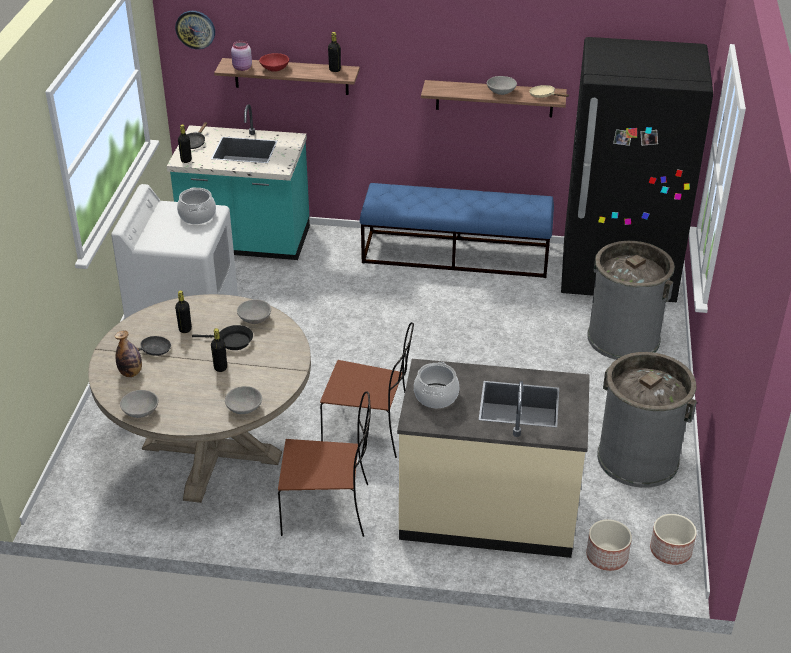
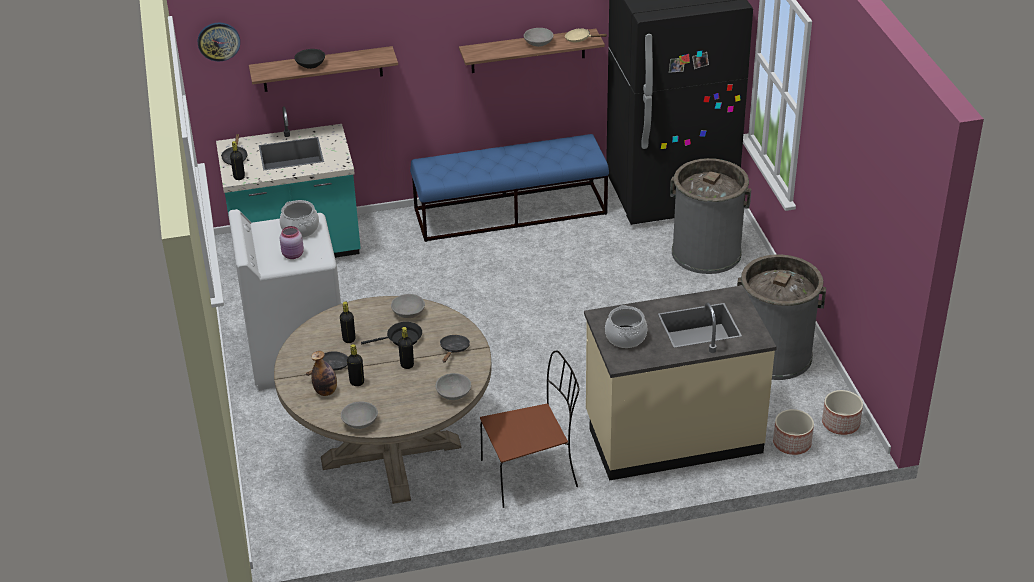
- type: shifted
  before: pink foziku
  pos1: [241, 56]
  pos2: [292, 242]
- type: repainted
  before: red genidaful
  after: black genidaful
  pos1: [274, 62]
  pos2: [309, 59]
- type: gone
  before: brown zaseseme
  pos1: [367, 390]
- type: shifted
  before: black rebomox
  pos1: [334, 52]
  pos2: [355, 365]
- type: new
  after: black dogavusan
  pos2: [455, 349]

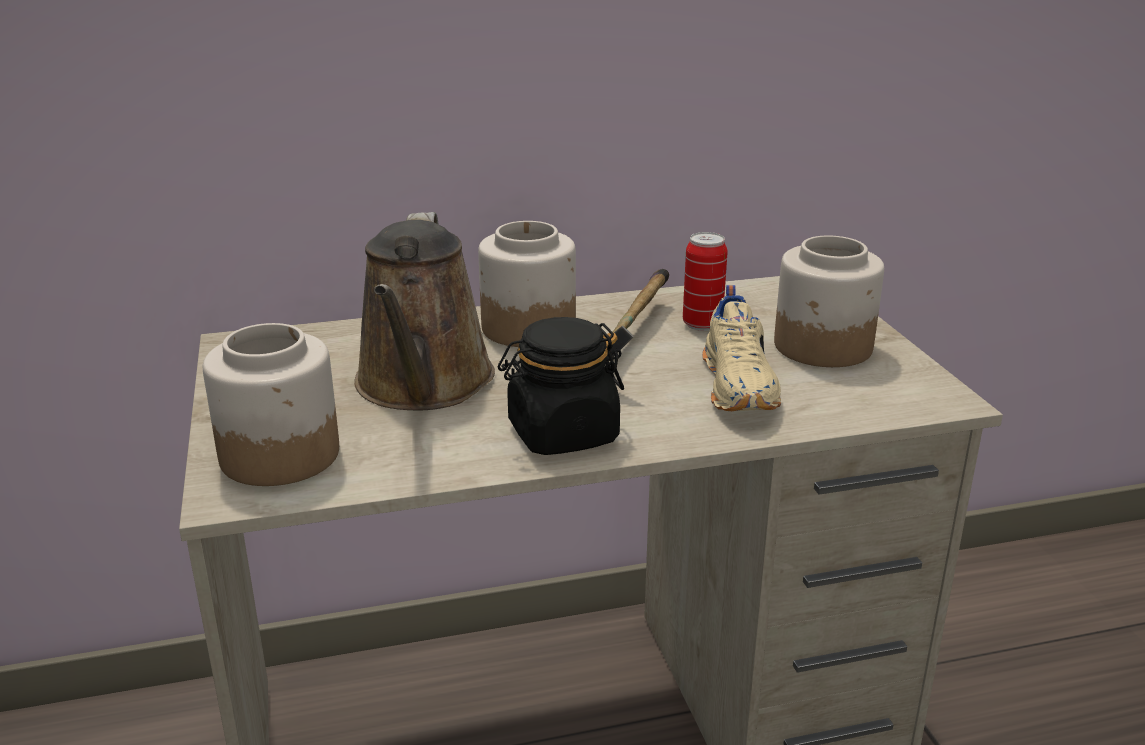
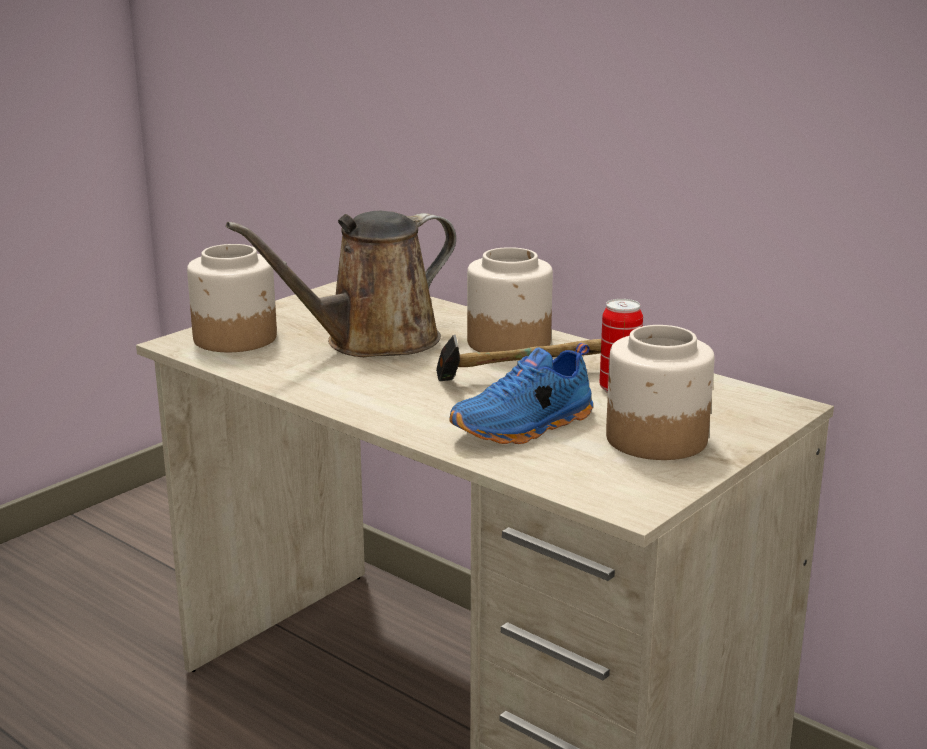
- type: gone
  before: black foziku
  pos1: [561, 386]
- type: repainted
  before: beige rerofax
  after: blue rerofax
  pos1: [741, 348]
  pos2: [521, 393]

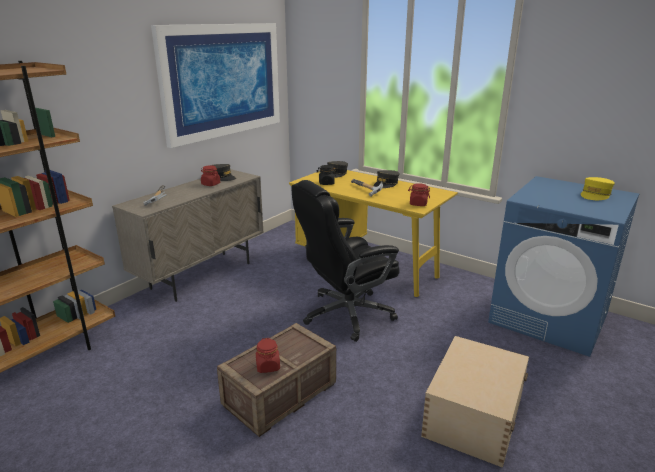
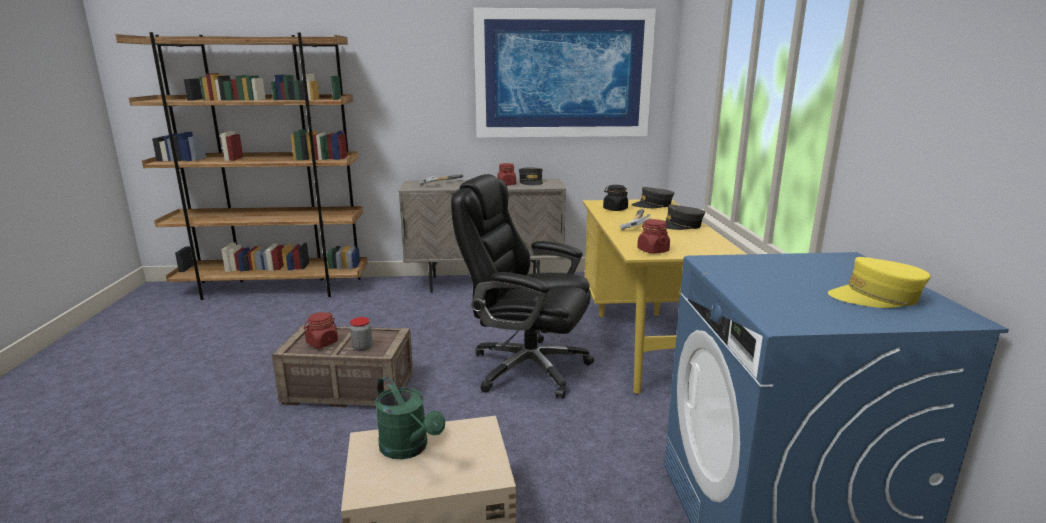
- type: new
  after: foziku
  pos2: [361, 334]
- type: new
  after: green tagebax
  pos2: [410, 417]

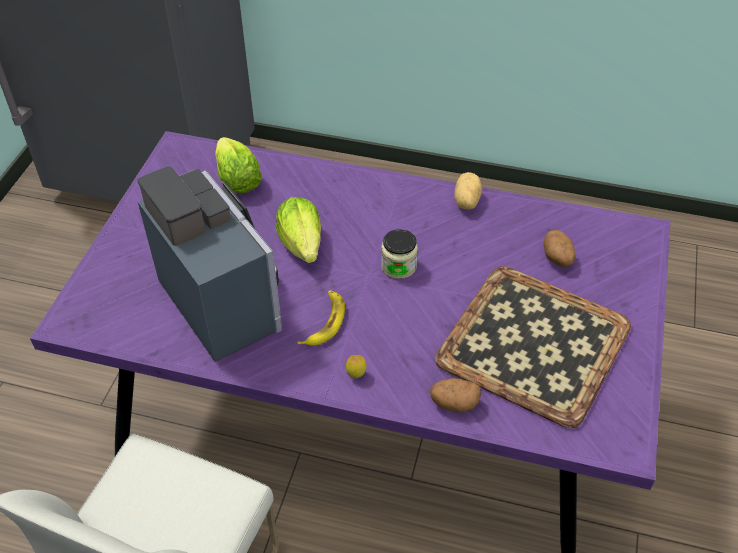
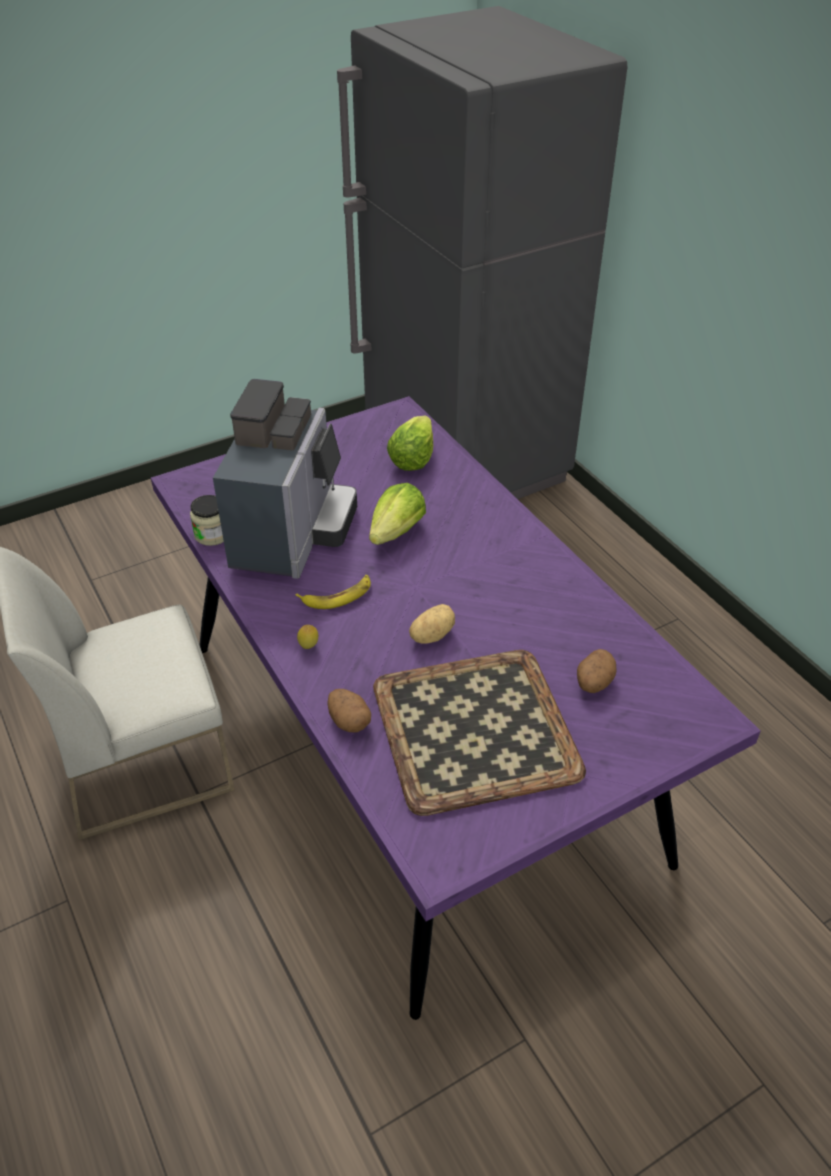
- type: shifted
  before: foziku
  pos1: [399, 254]
  pos2: [207, 520]
- type: shifted
  before: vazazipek
  pos1: [468, 191]
  pos2: [432, 624]

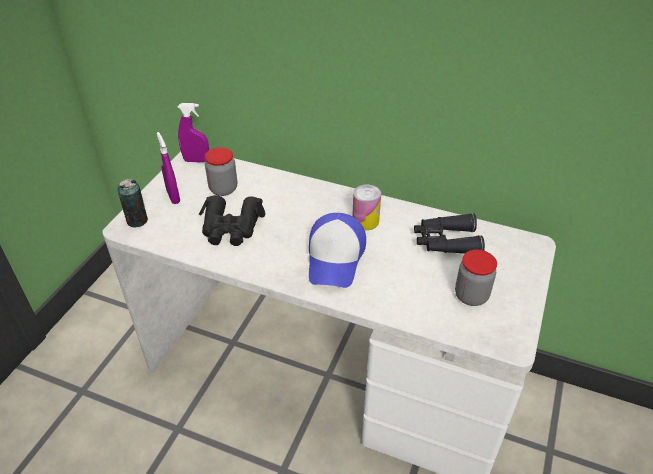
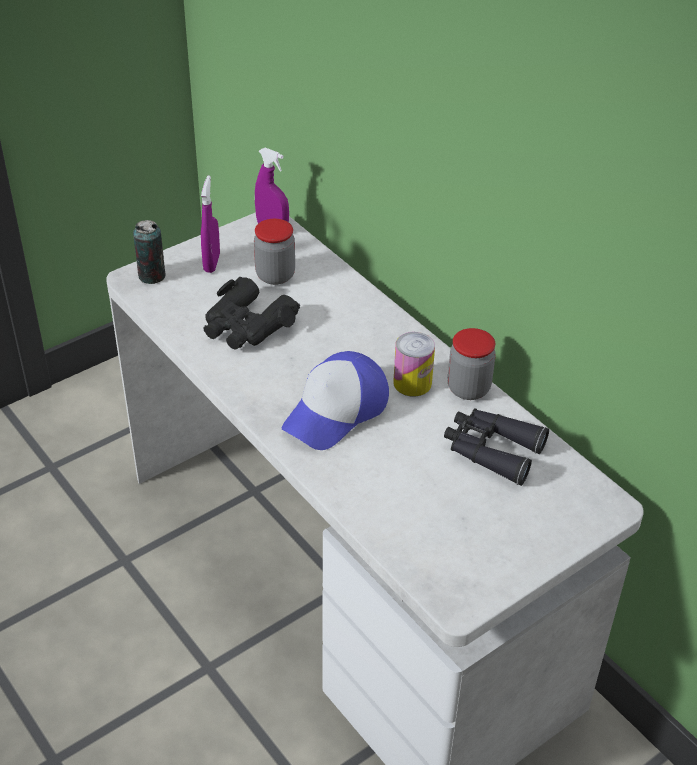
- type: shifted
  before: foziku
  pos1: [476, 278]
  pos2: [472, 364]

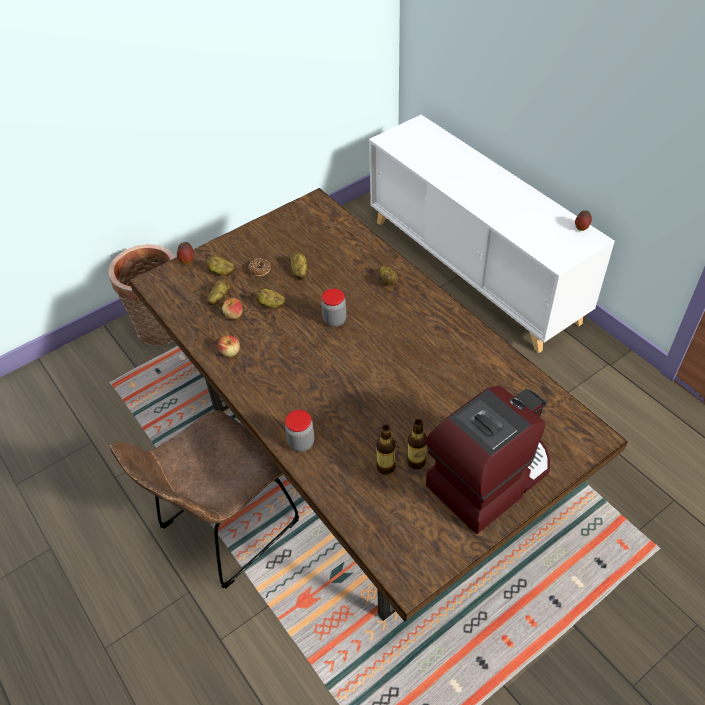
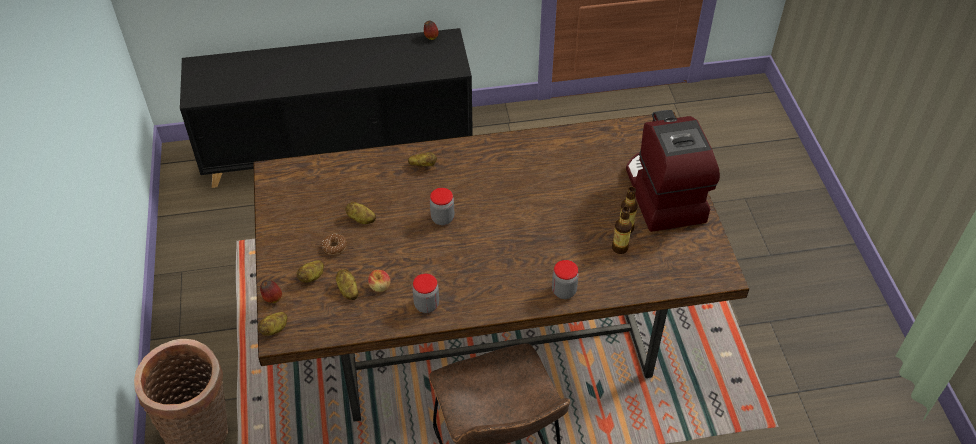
- type: swapped
  before: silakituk
  after: foziku
  pos1: [229, 346]
  pos2: [425, 293]
- type: shifted
  before: vazazipek
  pos1: [270, 298]
  pos2: [272, 324]
- type: repainted
  before: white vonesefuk
  after: black vonesefuk
  pos1: [492, 234]
  pos2: [326, 108]

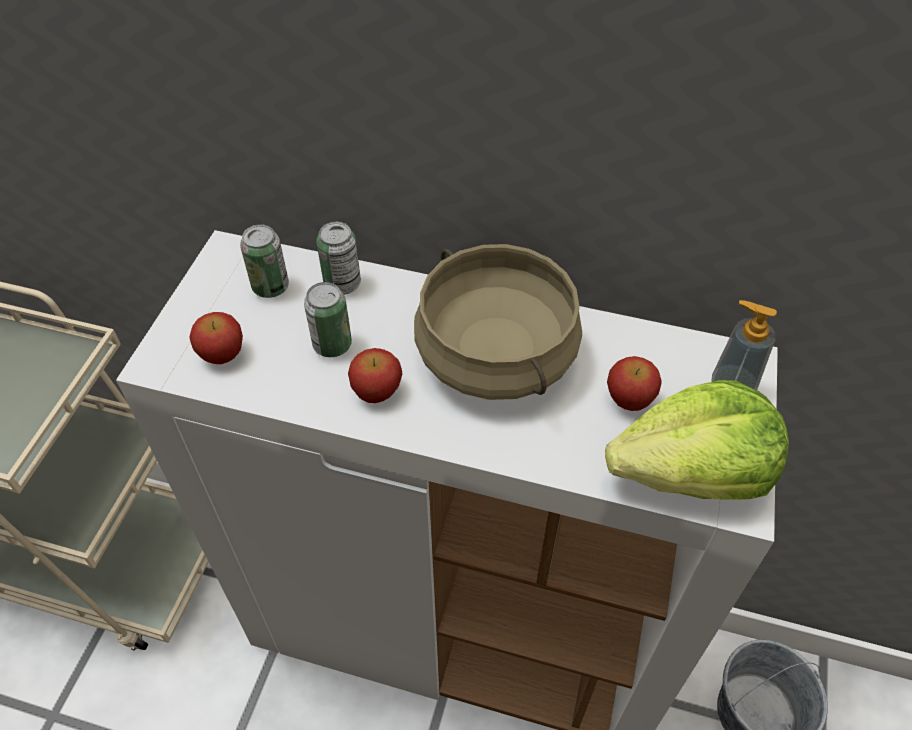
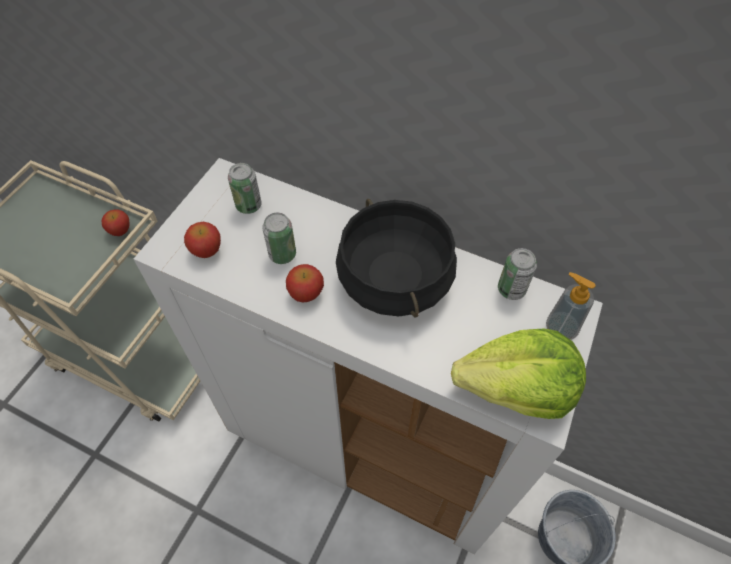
- type: shifted
  before: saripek
  pos1: [338, 258]
  pos2: [517, 274]
- type: repainted
  before: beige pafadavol
  after: black pafadavol
  pos1: [498, 322]
  pos2: [396, 258]
- type: shifted
  before: silakituk
  pos1: [634, 383]
  pos2: [115, 223]

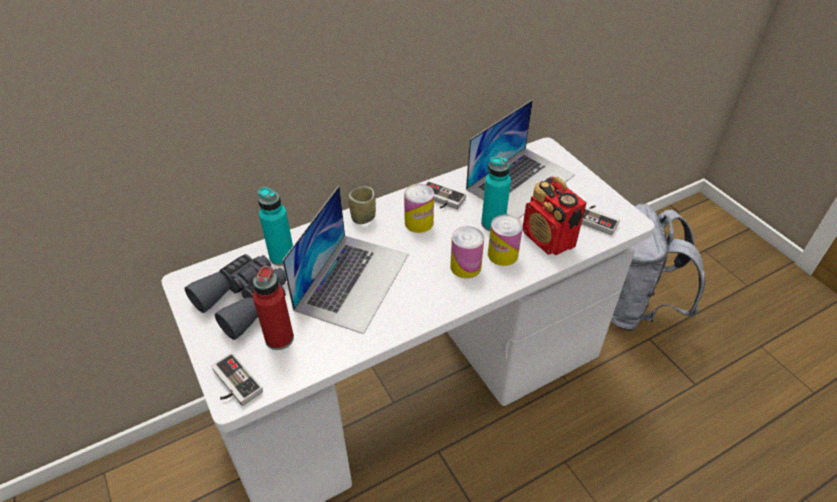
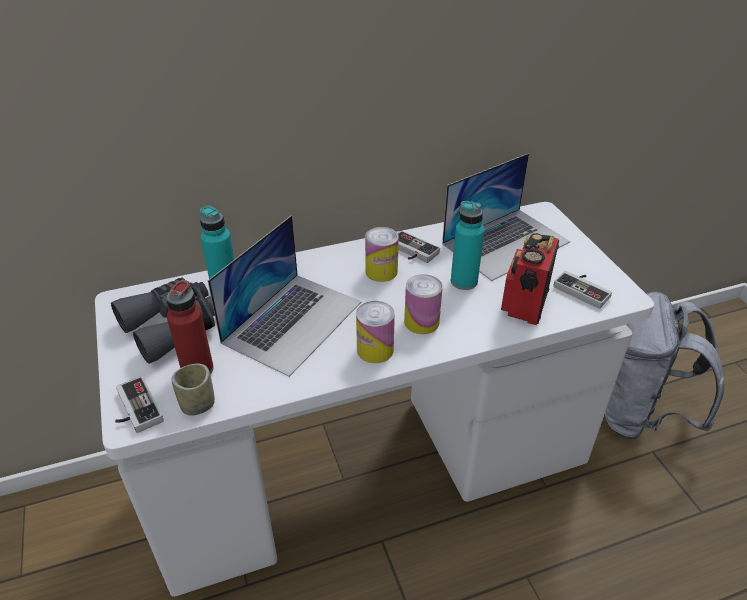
- type: shifted
  before: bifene
  pos1: [362, 205]
  pos2: [193, 389]
- type: shifted
  before: saripek
  pos1: [505, 240]
  pos2: [375, 332]
- type: rotated
  before: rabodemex
  pos1: [555, 215]
  pos2: [530, 279]
  turn: 45

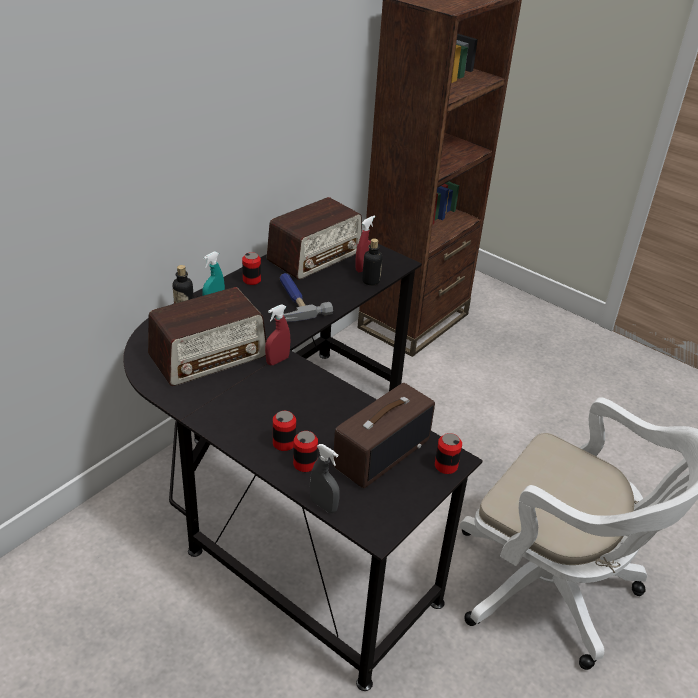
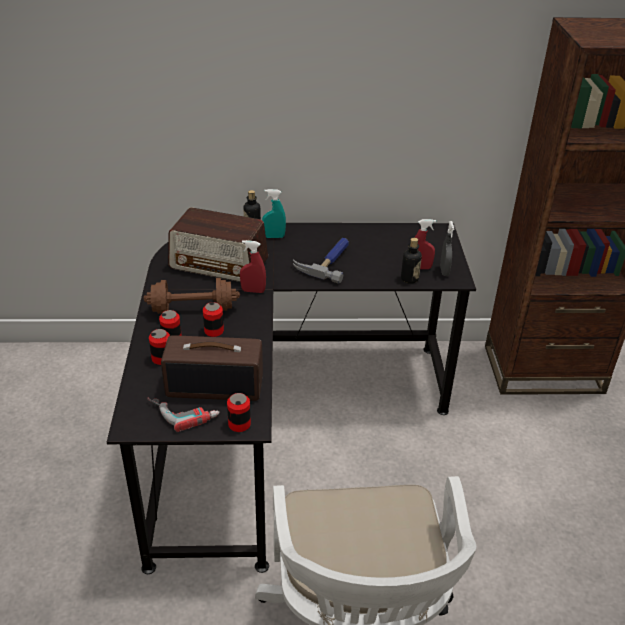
- type: shifted
  before: saripek
  pos1: [251, 268]
  pos2: [213, 319]
- type: gone
  before: rabodemex
  pos1: [314, 238]
- type: shifted
  before: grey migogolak
  pos1: [325, 478]
  pos2: [447, 248]
- type: new
  after: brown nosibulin
  pos2: [191, 296]
- type: new
  after: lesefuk
  pos2: [183, 415]

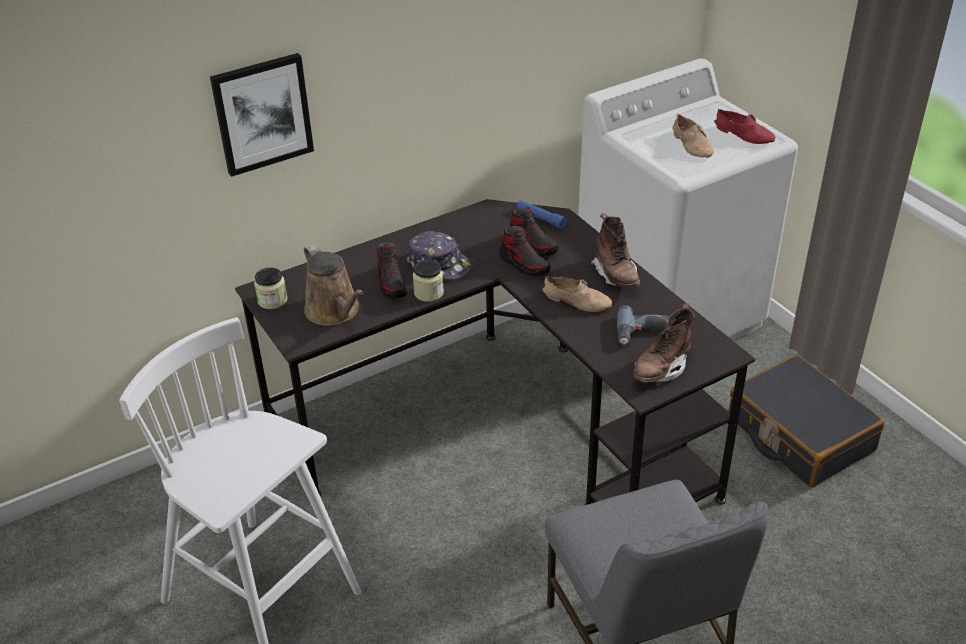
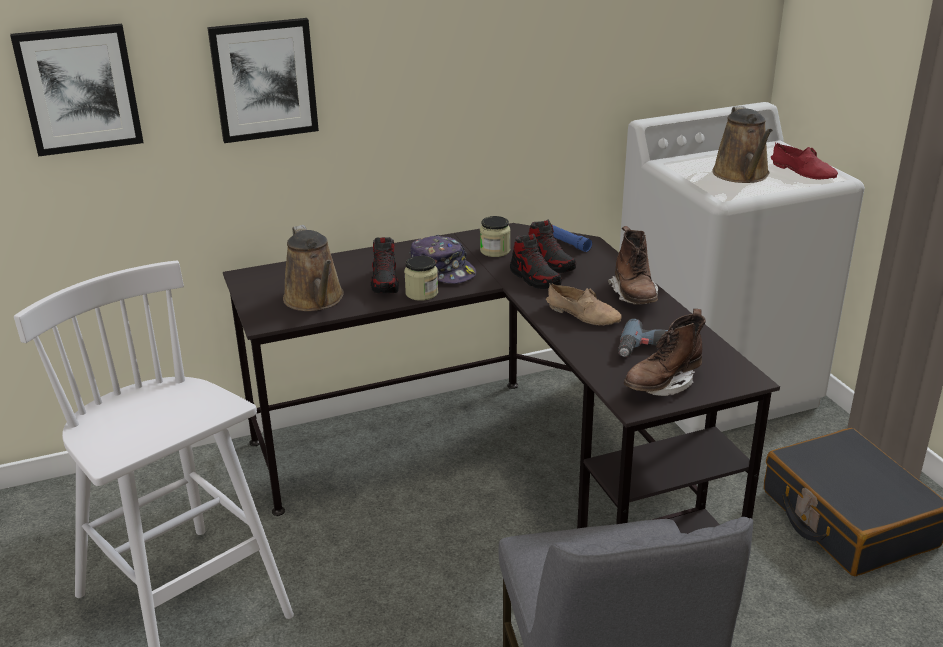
- type: shifted
  before: foziku
  pos1: [271, 288]
  pos2: [495, 236]
- type: swapped
  before: beige rerofax
  after: brown tagebax
  pos1: [693, 135]
  pos2: [742, 144]
- type: new
  after: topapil
  pos2: [77, 90]

